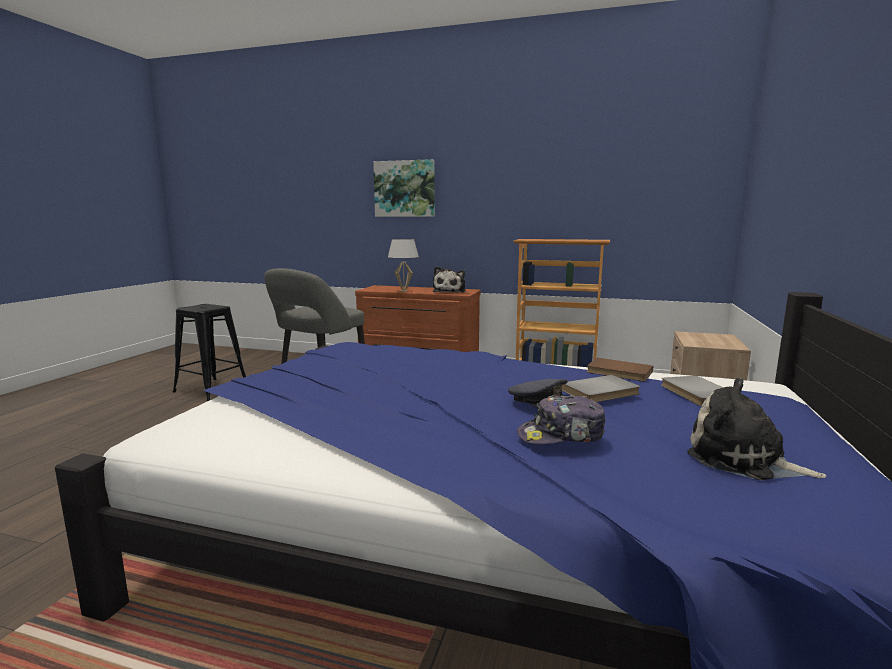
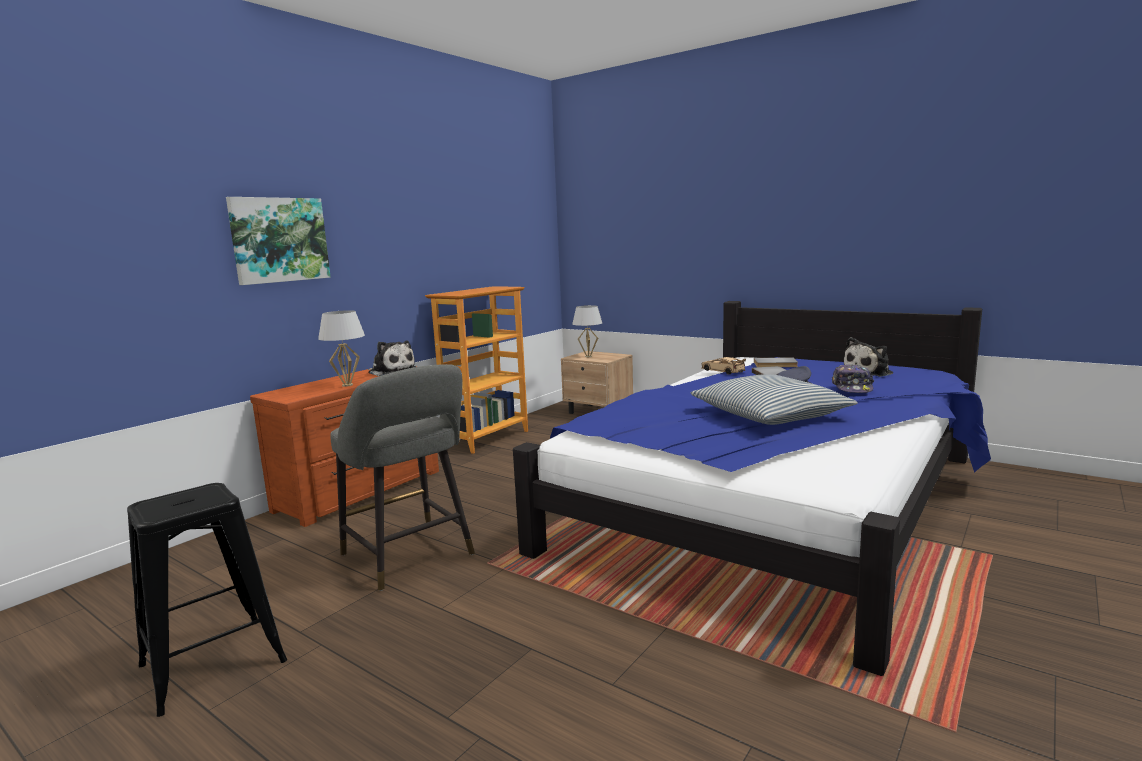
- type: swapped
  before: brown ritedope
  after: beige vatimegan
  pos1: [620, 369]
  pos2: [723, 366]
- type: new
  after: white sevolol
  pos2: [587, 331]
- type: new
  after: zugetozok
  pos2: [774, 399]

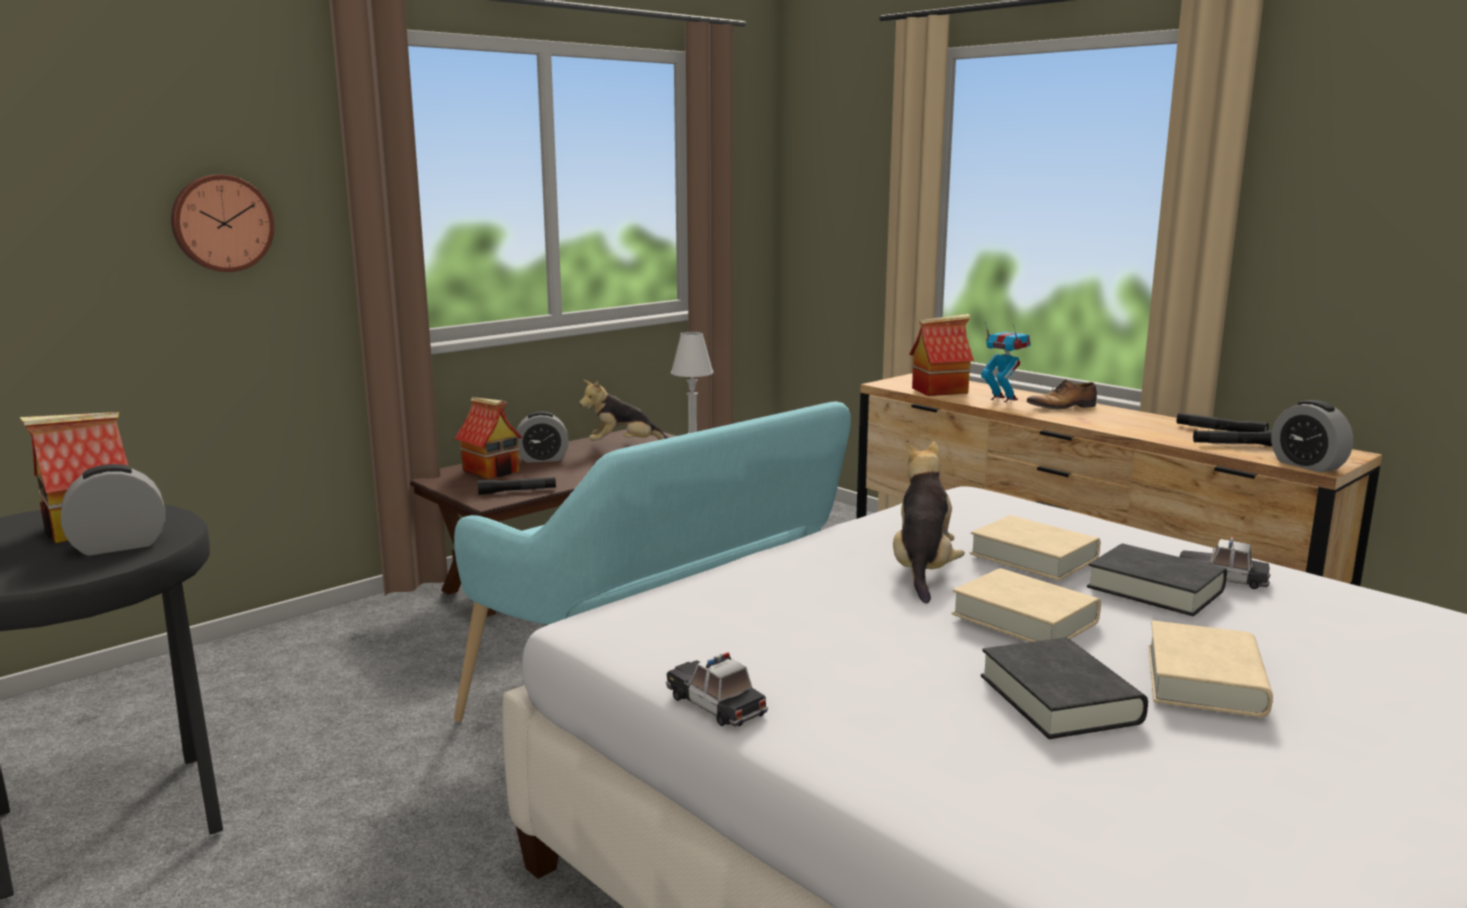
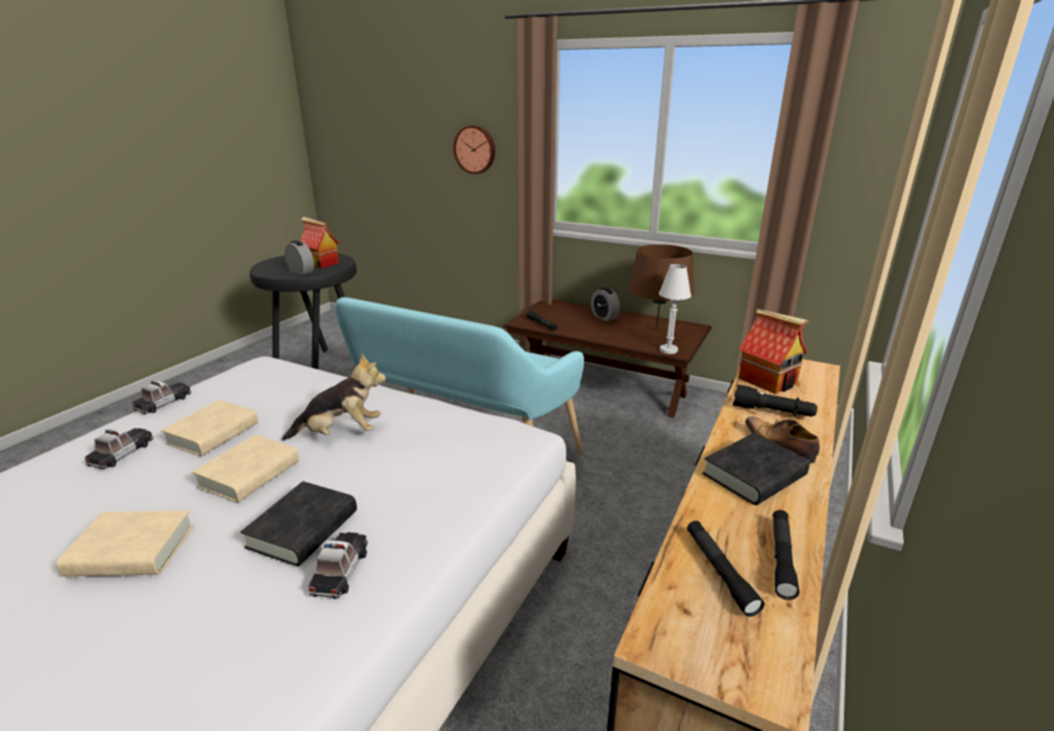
- type: gone
  before: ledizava
  pos1: [489, 438]
- type: swapped
  before: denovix
  after: brown sevolol
  pos1: [624, 410]
  pos2: [661, 287]
- type: shifted
  before: beige ritedope
  pos1: [1035, 548]
  pos2: [209, 428]
- type: swapped
  before: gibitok
  after: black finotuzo
  pos1: [1006, 361]
  pos2: [775, 401]
- type: shifted
  before: black ritedope
  pos1: [1064, 688]
  pos2: [756, 469]
- type: gone
  before: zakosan
  pos1: [1312, 436]
- type: new
  after: vatimegan
  pos2: [119, 448]

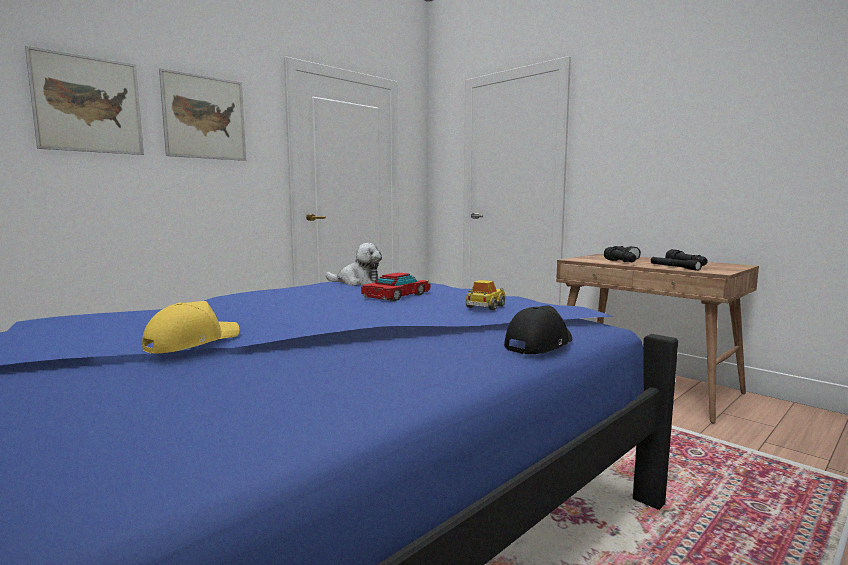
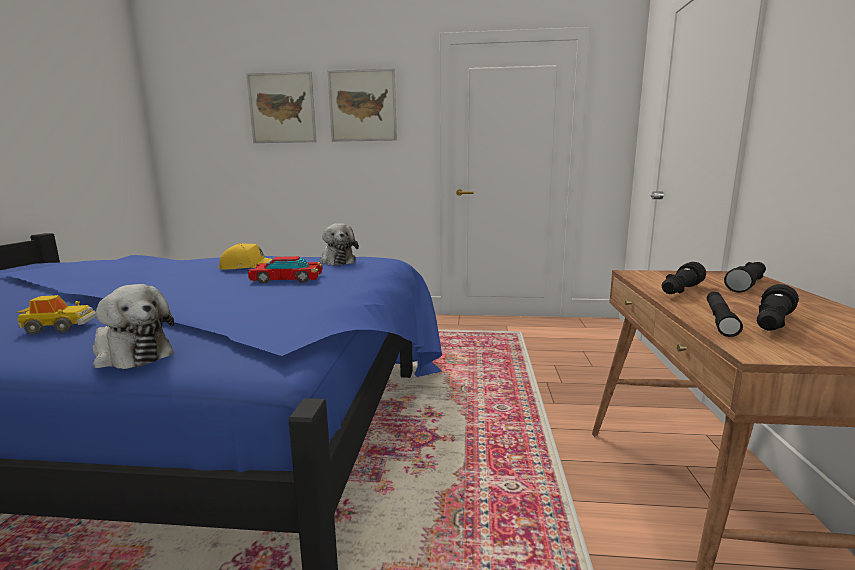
- type: shifted
  before: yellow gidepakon
  pos1: [190, 327]
  pos2: [245, 256]
- type: shifted
  before: vatimegan
  pos1: [486, 295]
  pos2: [57, 315]
- type: swapped
  before: black gidepakon
  after: denovix
  pos1: [538, 329]
  pos2: [133, 326]

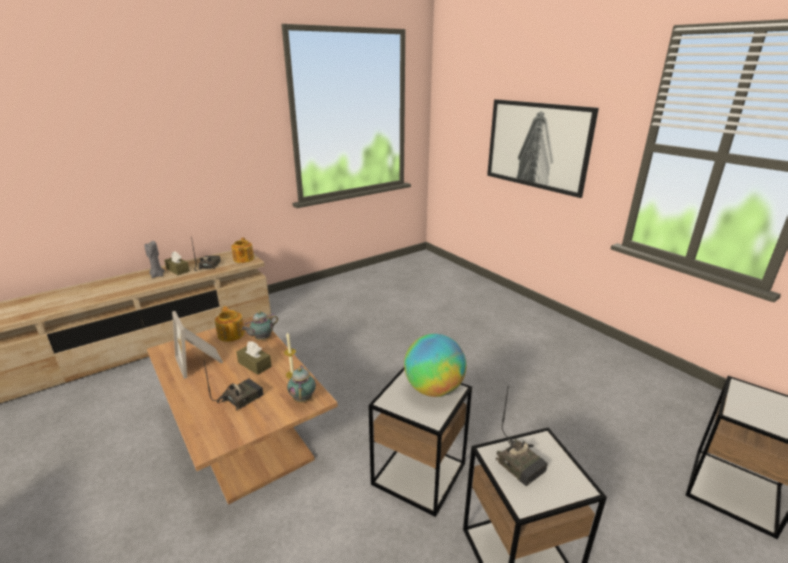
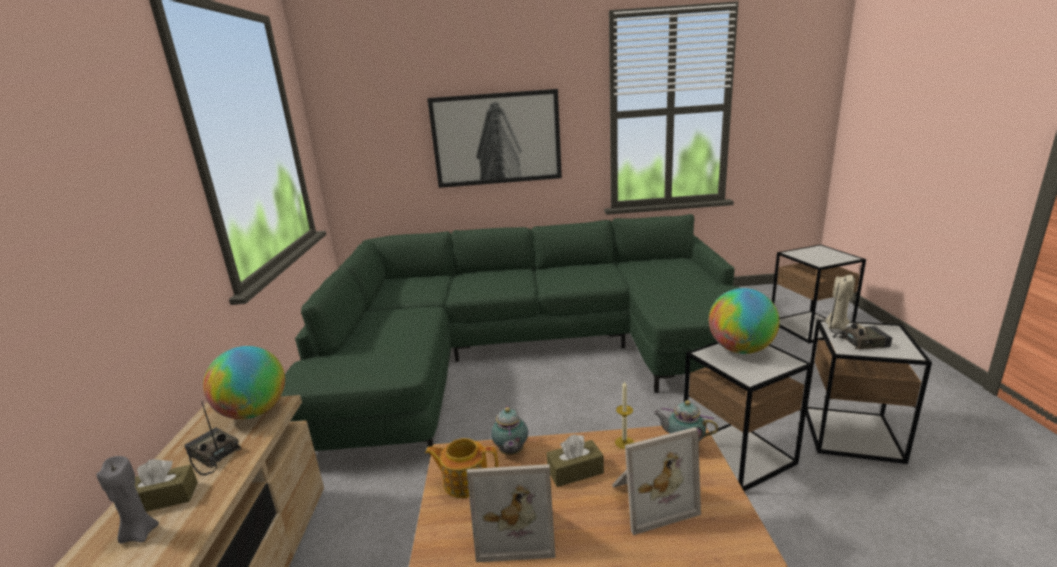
- type: swapped
  before: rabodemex
  after: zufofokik
  pos1: [234, 386]
  pos2: [656, 481]
- type: swapped
  before: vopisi
  after: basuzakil
  pos1: [242, 250]
  pos2: [244, 382]
- type: new
  after: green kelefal
  pos2: [510, 335]
- type: new
  after: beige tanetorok
  pos2: [840, 302]

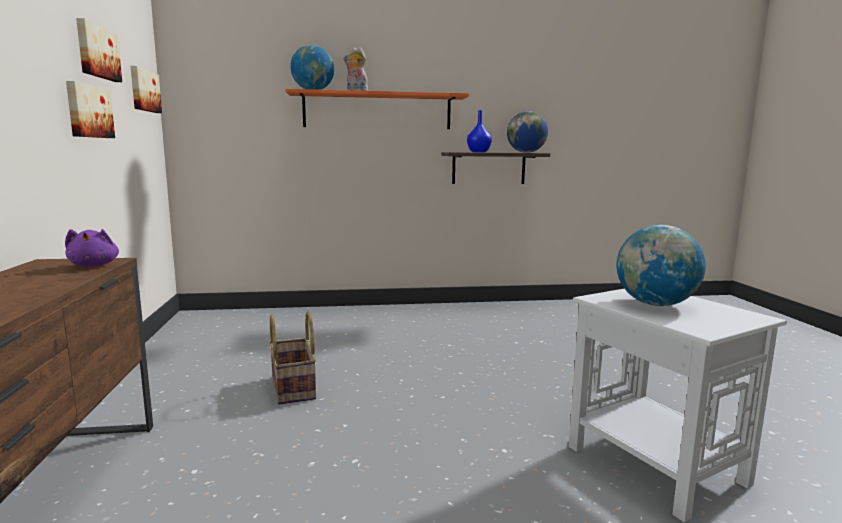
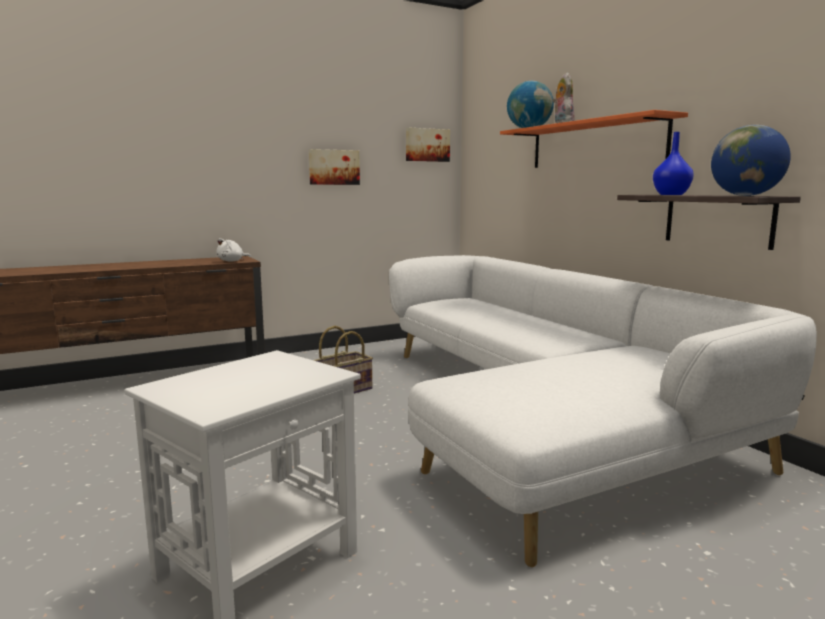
- type: repainted
  before: purple denovix
  after: white denovix
  pos1: [92, 248]
  pos2: [233, 249]
- type: gone
  before: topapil
  pos1: [99, 50]
- type: gone
  before: basuzakil
  pos1: [661, 265]
- type: new
  after: white kelefal
  pos2: [603, 411]

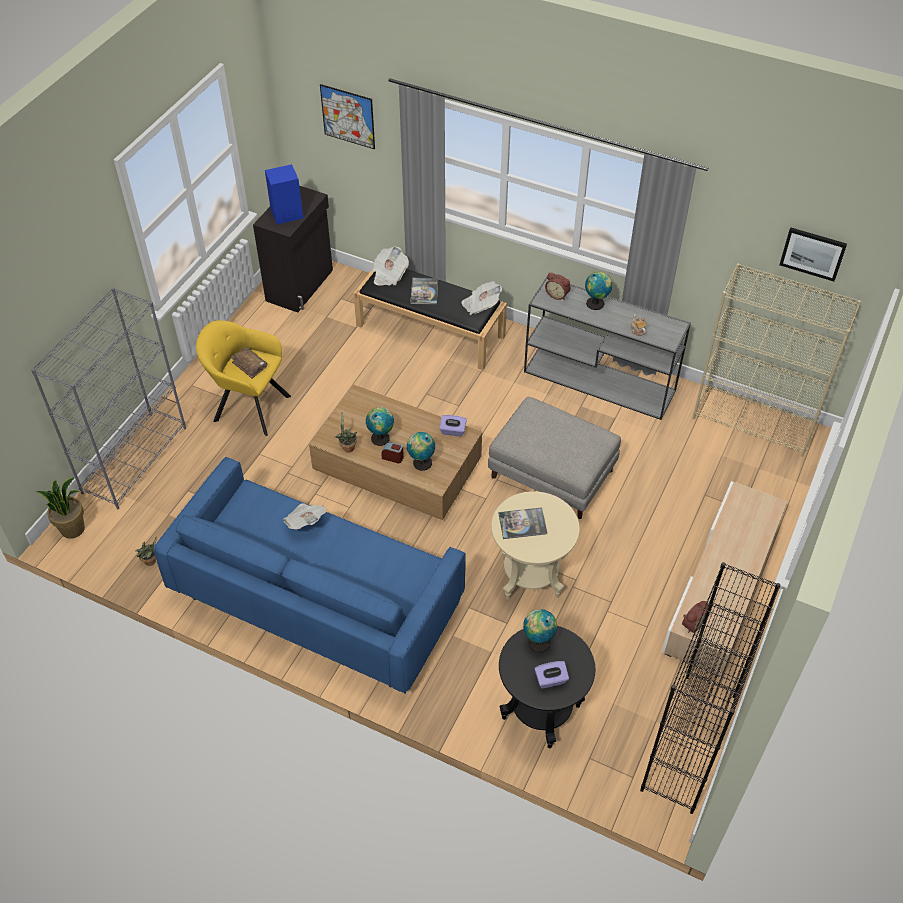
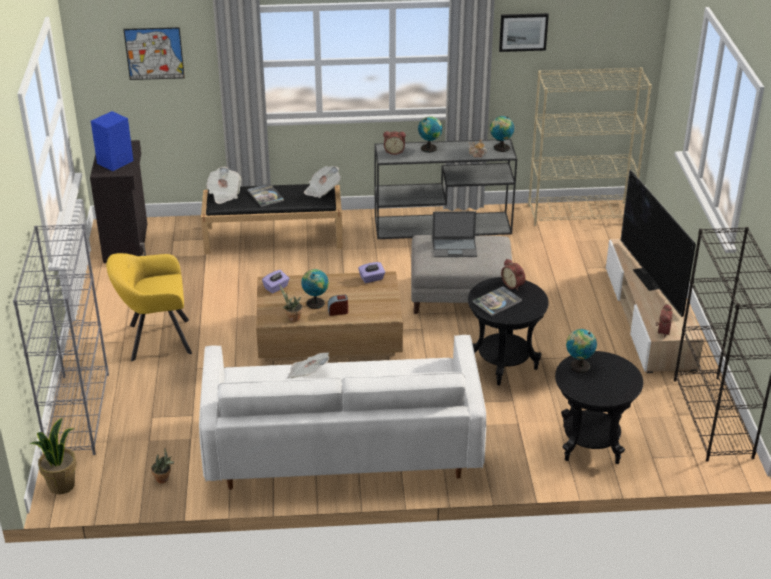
- type: repainted
  before: blue kelefal
  after: white kelefal
  pos1: [310, 575]
  pos2: [342, 412]
- type: gone
  before: brown ritedope
  pos1: [249, 363]
- type: shifted
  before: basuzakil
  pos1: [421, 451]
  pos2: [502, 134]
- type: repainted
  before: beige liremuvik
  after: black liremuvik
  pos1: [535, 545]
  pos2: [508, 331]
- type: shifted
  before: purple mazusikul
  pos1: [551, 675]
  pos2: [275, 281]
- type: shifted
  before: topapil
  pos1: [813, 254]
  pos2: [524, 32]
- type: new
  after: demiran
  pos2: [454, 234]
- type: new
  after: zakosan
  pos2: [513, 275]
- type: new
  after: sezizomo
  pos2: [658, 243]

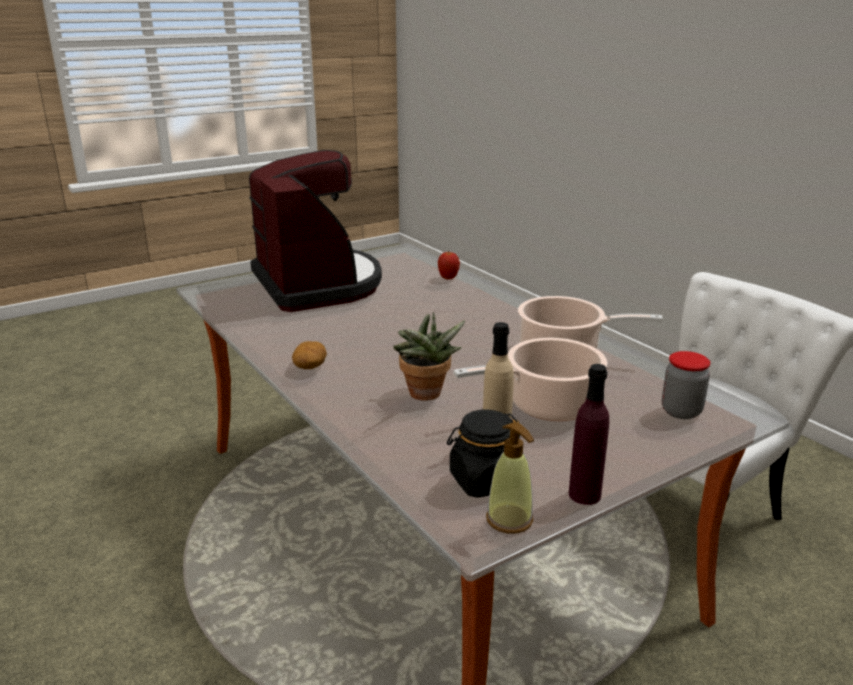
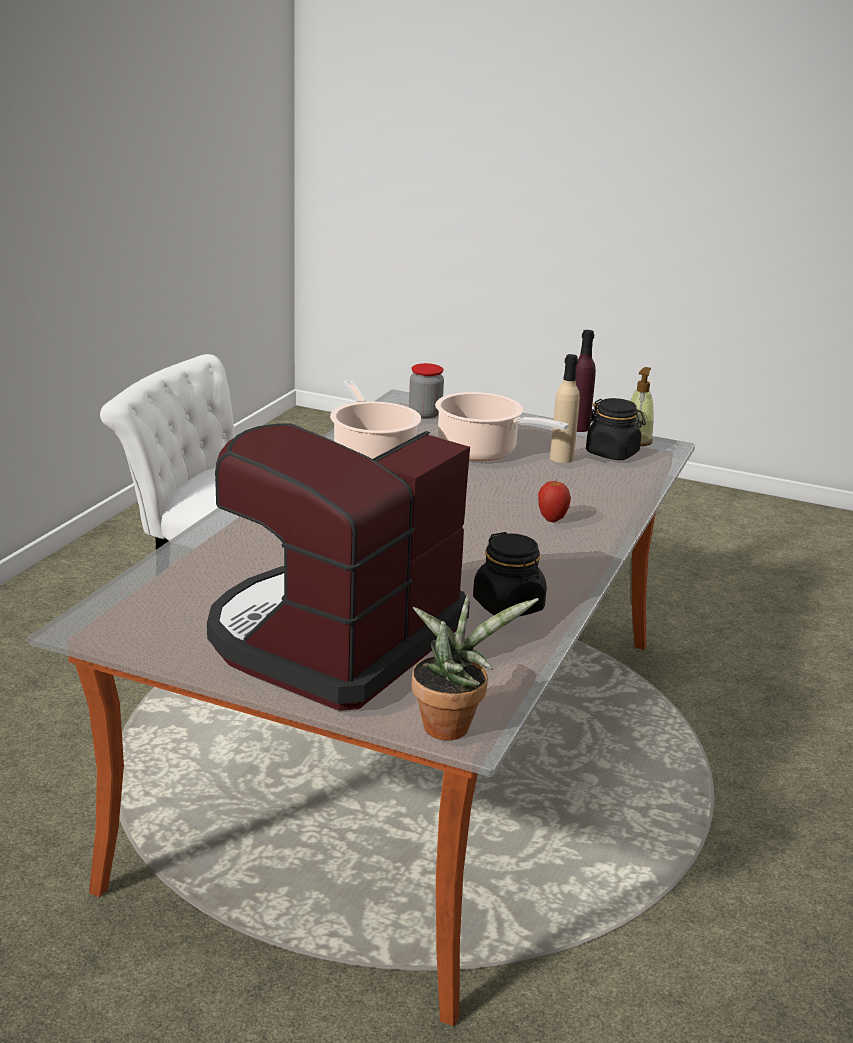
- type: gone
  before: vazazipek
  pos1: [309, 355]
- type: shifted
  before: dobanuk
  pos1: [429, 356]
  pos2: [475, 667]
- type: shifted
  before: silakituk
  pos1: [449, 265]
  pos2: [554, 501]
- type: new
  after: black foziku
  pos2: [510, 574]

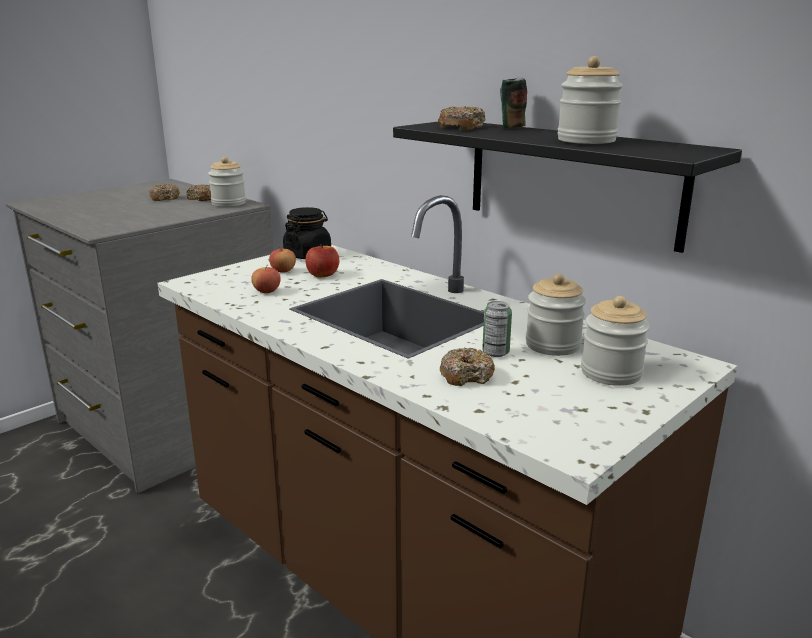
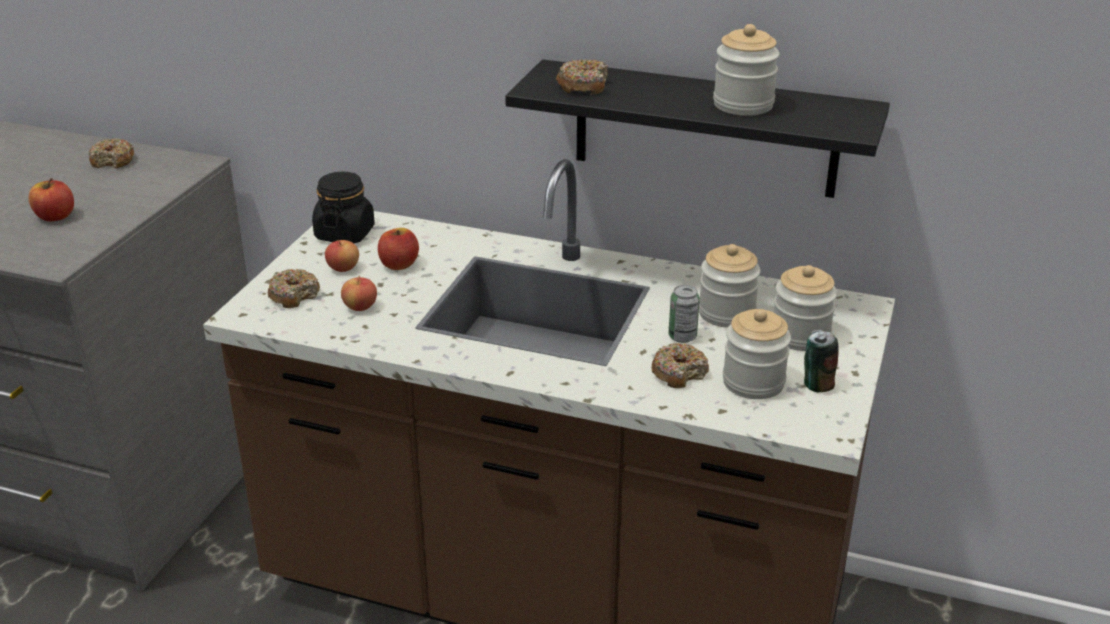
- type: shifted
  before: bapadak
  pos1: [164, 192]
  pos2: [294, 288]
- type: shifted
  before: foziku
  pos1: [227, 182]
  pos2: [757, 354]
- type: shifted
  before: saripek
  pos1: [513, 103]
  pos2: [821, 361]
- type: new
  after: silakituk
  pos2: [51, 200]

